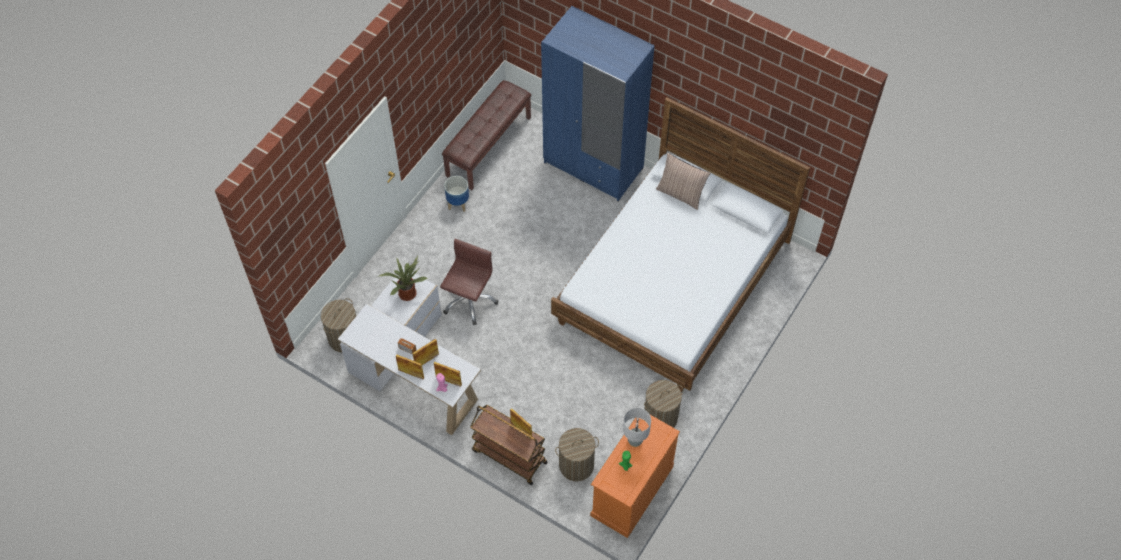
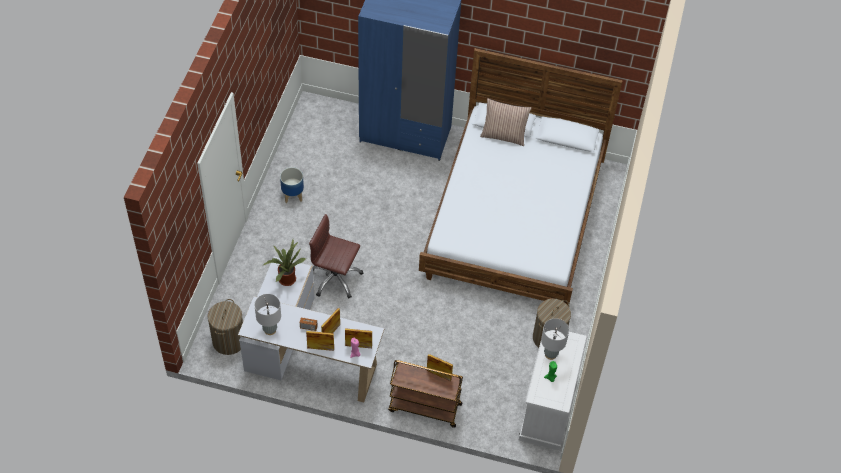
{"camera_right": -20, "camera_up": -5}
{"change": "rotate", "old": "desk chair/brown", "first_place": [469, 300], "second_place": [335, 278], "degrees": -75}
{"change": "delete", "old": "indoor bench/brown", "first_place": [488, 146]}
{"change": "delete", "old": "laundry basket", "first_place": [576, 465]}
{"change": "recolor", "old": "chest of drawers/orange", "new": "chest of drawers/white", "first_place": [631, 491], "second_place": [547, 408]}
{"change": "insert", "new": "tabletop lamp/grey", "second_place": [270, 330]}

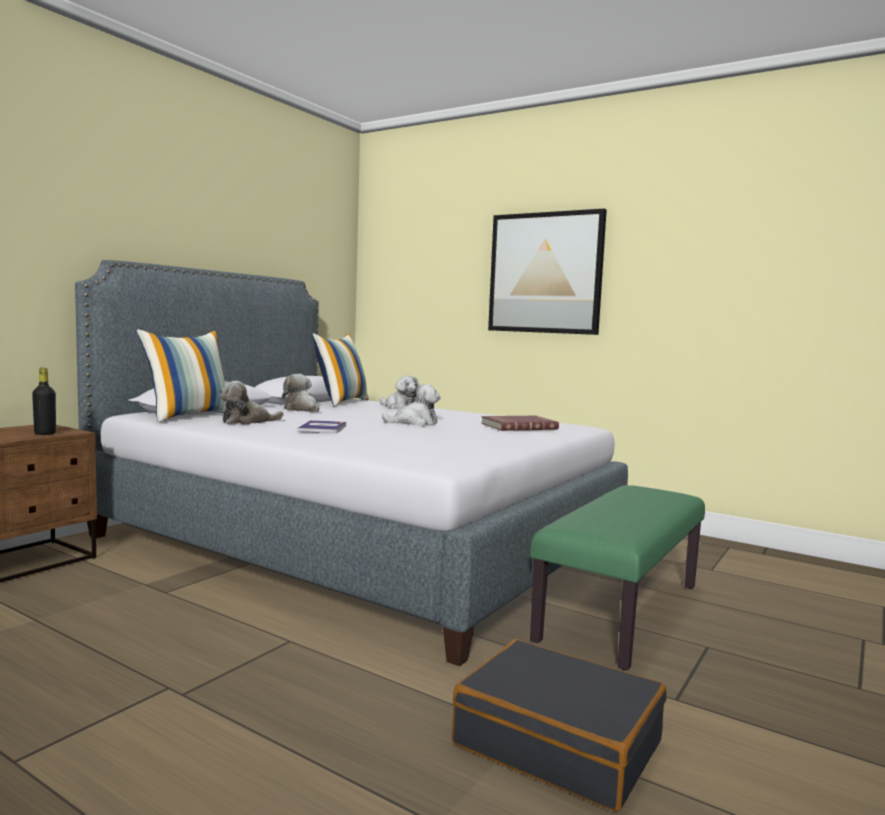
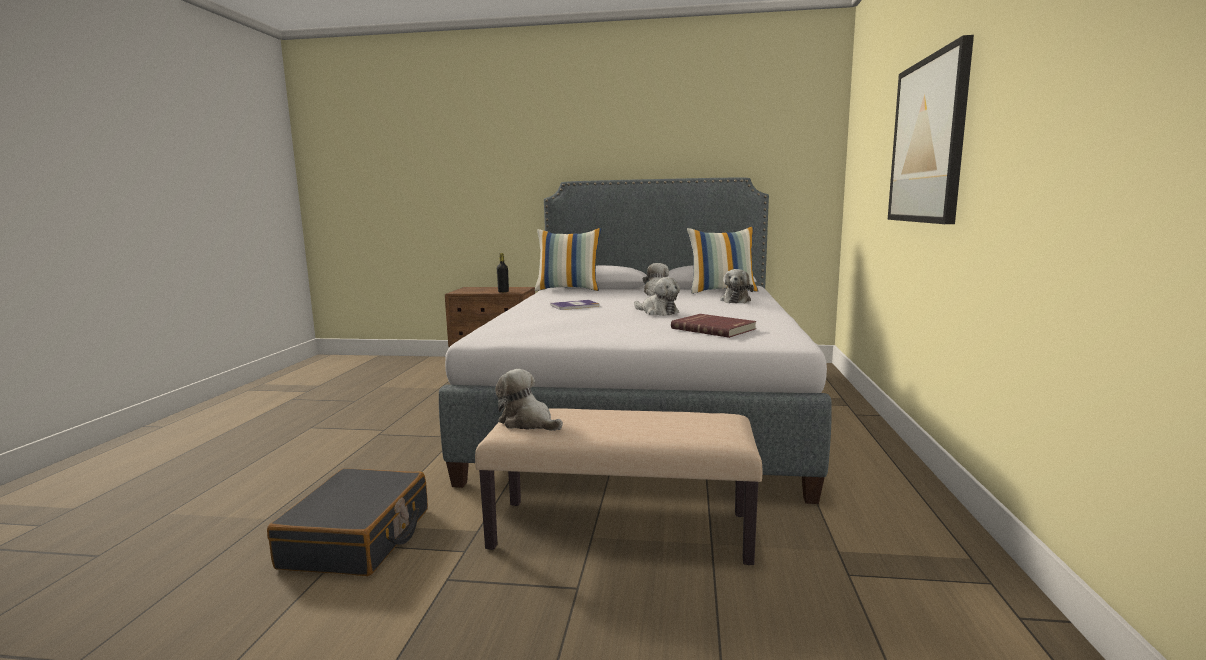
{"camera_right": 65, "camera_up": 5}
{"change": "move", "old": "cuddly toy", "first_place": [247, 421], "second_place": [528, 422]}
{"change": "recolor", "old": "indoor bench/greenish", "new": "indoor bench/sand-coloured", "first_place": [619, 611], "second_place": [622, 530]}

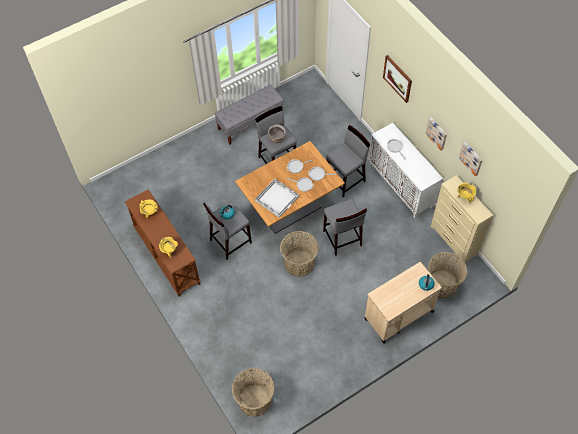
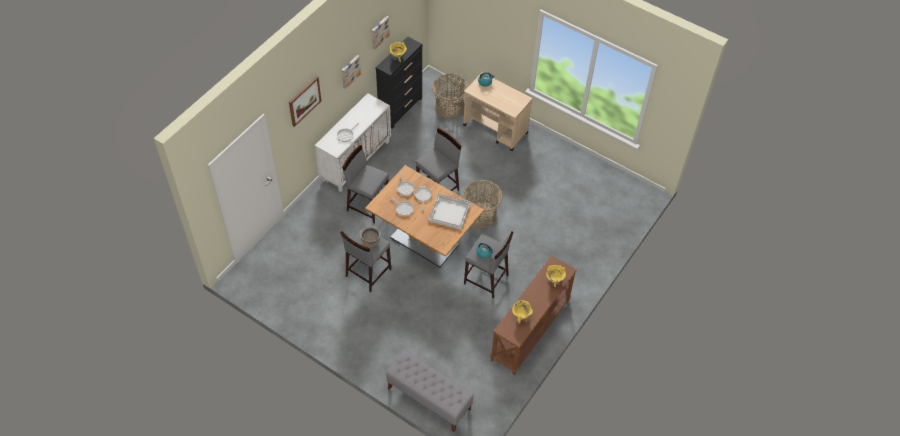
{"camera_right": -115, "camera_up": -5}
{"change": "move", "old": "indoor bench/grey", "first_place": [250, 123], "second_place": [429, 399]}
{"change": "delete", "old": "basket", "first_place": [254, 400]}
{"change": "recolor", "old": "chest of drawers/sand-coloured", "new": "chest of drawers/black", "first_place": [453, 241], "second_place": [401, 109]}

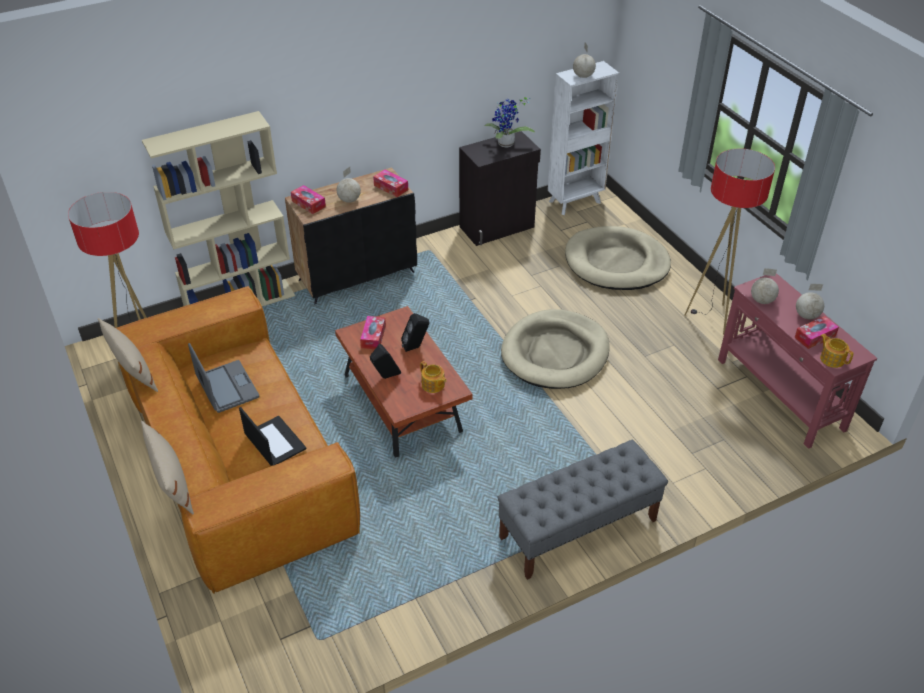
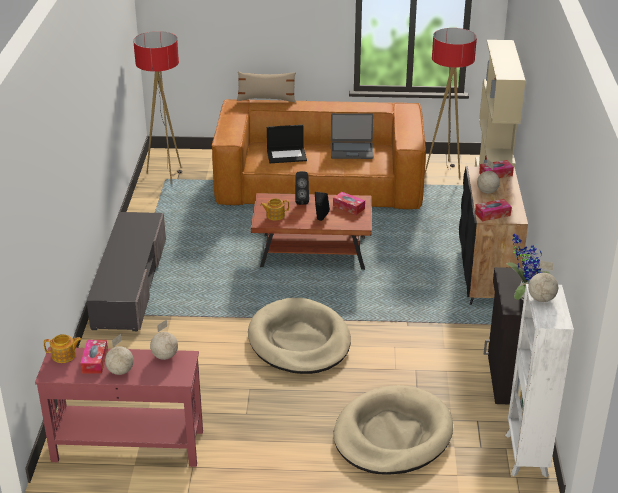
{"camera_right": 120, "camera_up": -10}
{"change": "delete", "old": "pillow/sand-coloured", "first_place": [132, 369]}
{"change": "replace", "old": "indoor bench/grey", "new": "media console/grey", "first_place": [577, 529], "second_place": [130, 283]}
{"change": "move", "old": "standard lamp", "first_place": [710, 318], "second_place": [166, 175]}

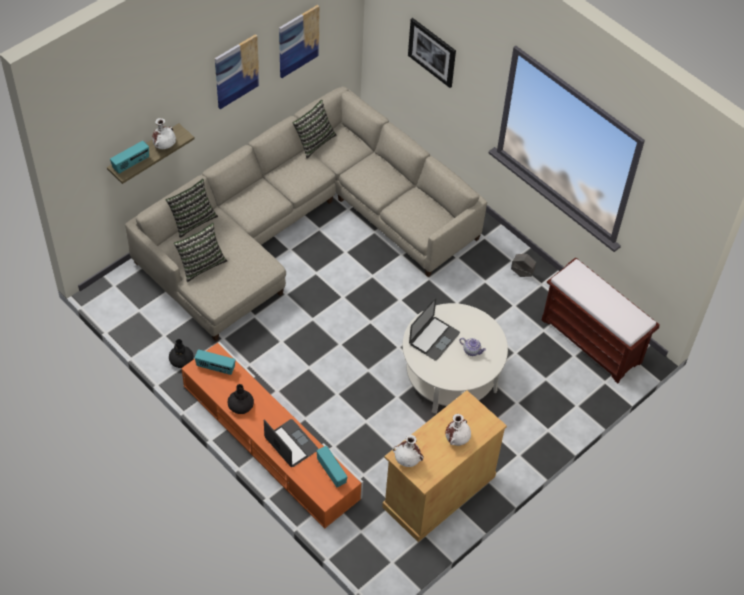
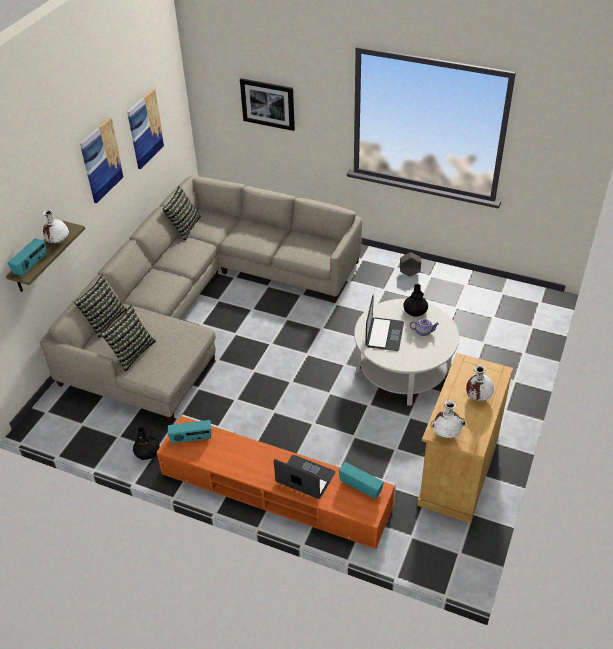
{"camera_right": -20, "camera_up": -10}
{"change": "move", "old": "decorative vase/black", "first_place": [241, 405], "second_place": [415, 310]}
{"change": "delete", "old": "indoor bench/brown", "first_place": [592, 341]}

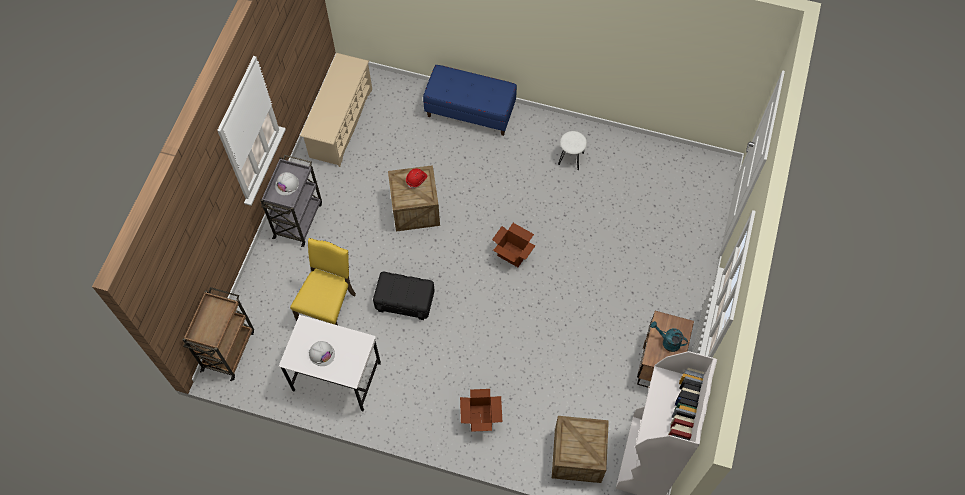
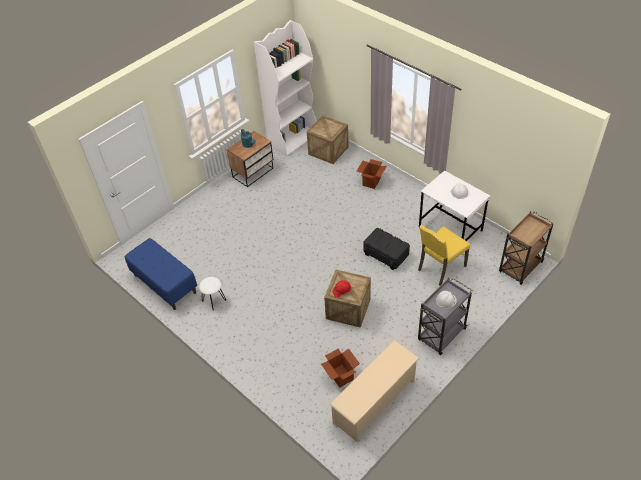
{"camera_right": -150, "camera_up": -15}
{"change": "move", "old": "indoor bench/bluish", "first_place": [470, 112], "second_place": [164, 284]}
{"change": "move", "old": "carton", "first_place": [513, 254], "second_place": [341, 375]}

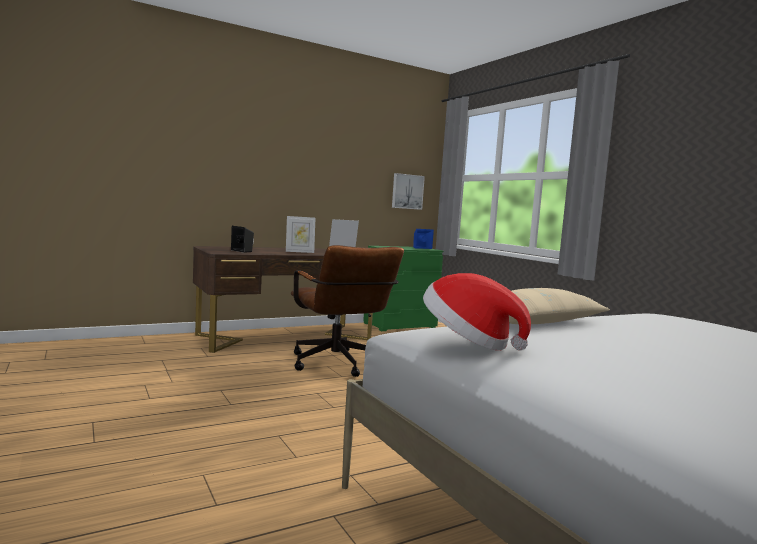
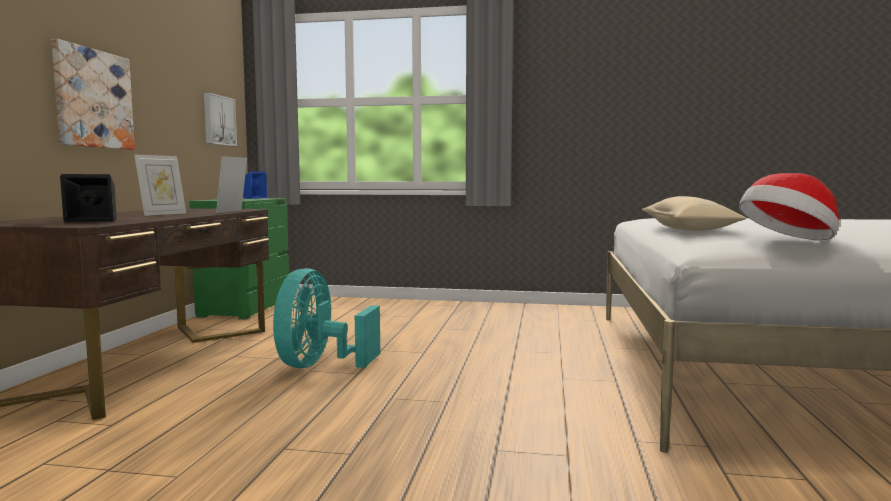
{"camera_right": -50, "camera_up": 0}
{"change": "replace", "old": "desk chair/brown", "new": "fan/blue-green", "first_place": [338, 365], "second_place": [319, 365]}
{"change": "insert", "new": "picture", "second_place": [93, 99]}

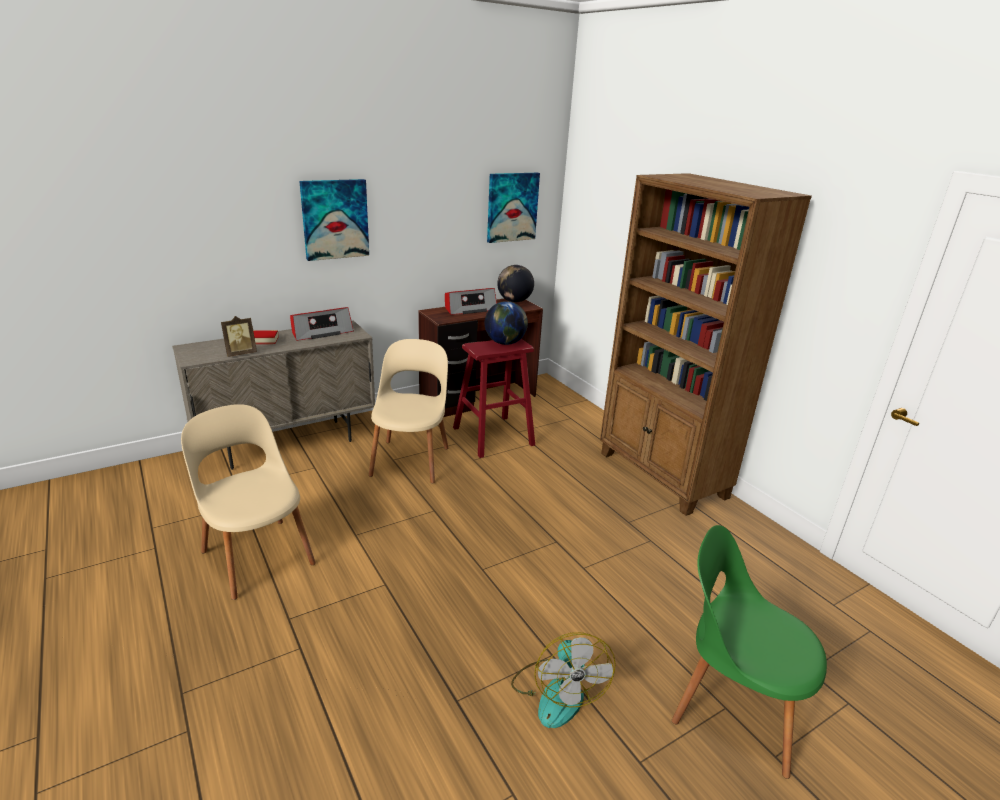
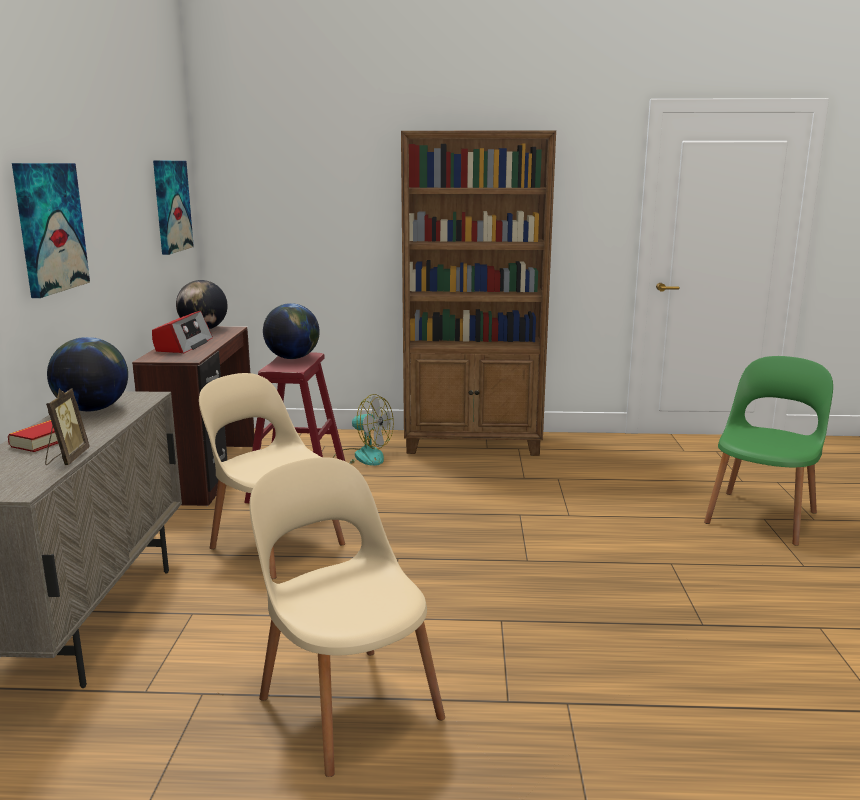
{"camera_right": -55, "camera_up": -10}
{"change": "rotate", "old": "upright chair/sand-coloured", "first_place": [257, 554], "second_place": [347, 702], "degrees": 60}
{"change": "replace", "old": "radio receiver", "new": "globe", "first_place": [321, 332], "second_place": [92, 409]}
{"change": "move", "old": "fan", "first_place": [557, 692], "second_place": [362, 456]}
{"change": "rotate", "old": "upright chair/greenish", "first_place": [732, 705], "second_place": [762, 515], "degrees": 150}

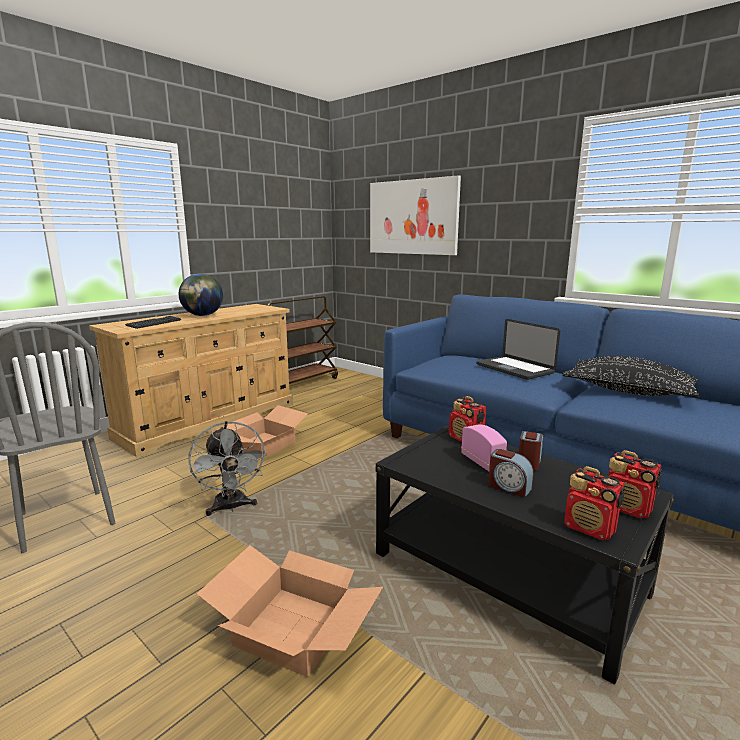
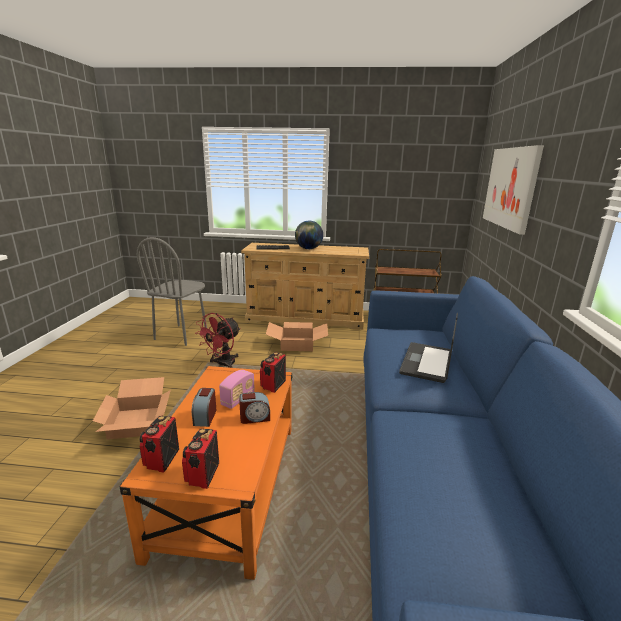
{"camera_right": 55, "camera_up": 5}
{"change": "recolor", "old": "fan/grey", "new": "fan/reddish", "first_place": [231, 507], "second_place": [222, 364]}
{"change": "recolor", "old": "lounge table/black", "new": "lounge table/orange", "first_place": [506, 573], "second_place": [229, 485]}
{"change": "delete", "old": "pillow/black", "first_place": [629, 391]}

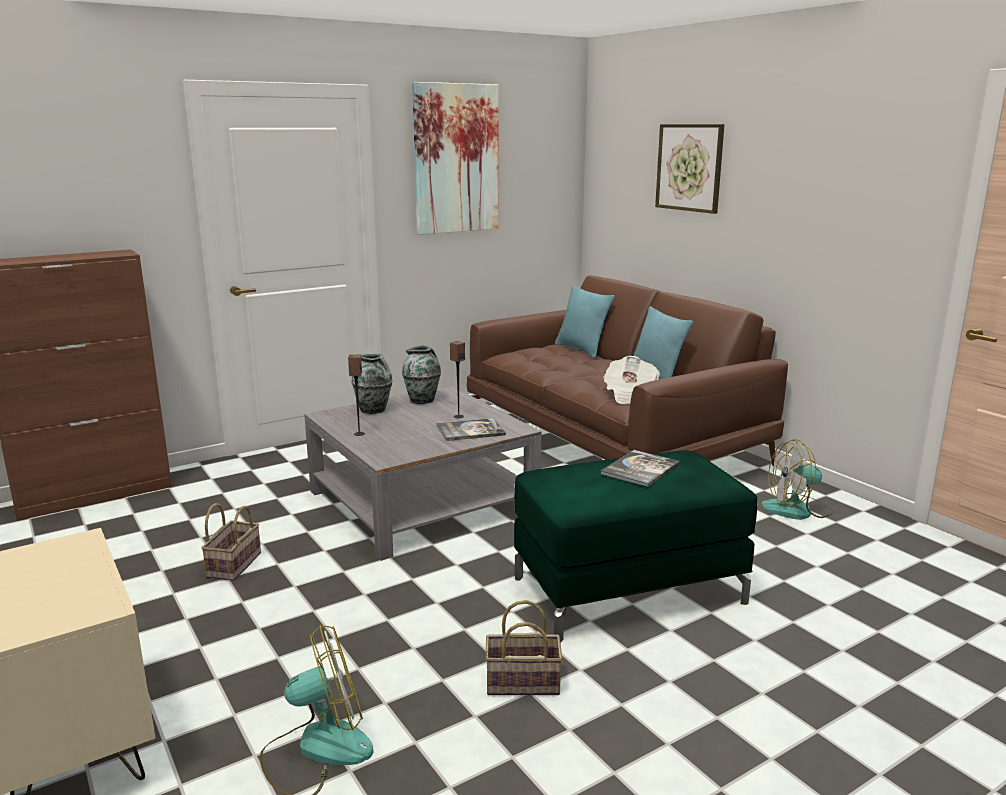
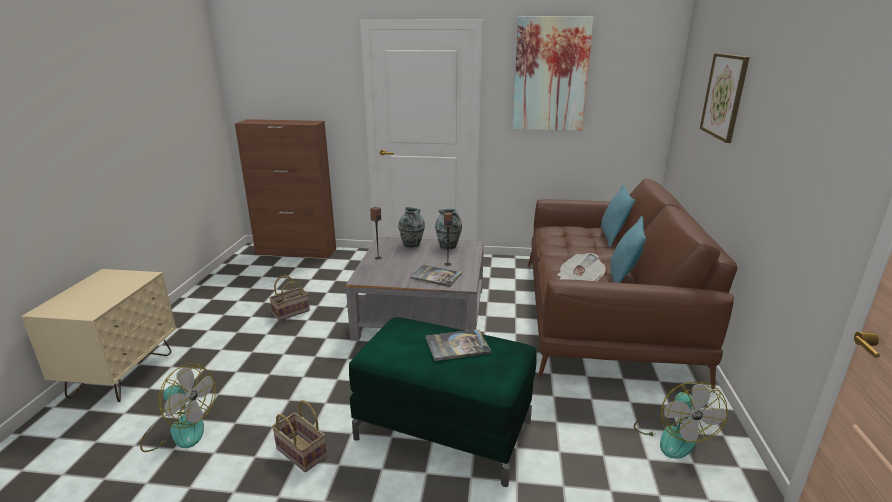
{"camera_right": 40, "camera_up": 5}
{"change": "rotate", "old": "fan", "first_place": [797, 510], "second_place": [672, 435], "degrees": -120}

